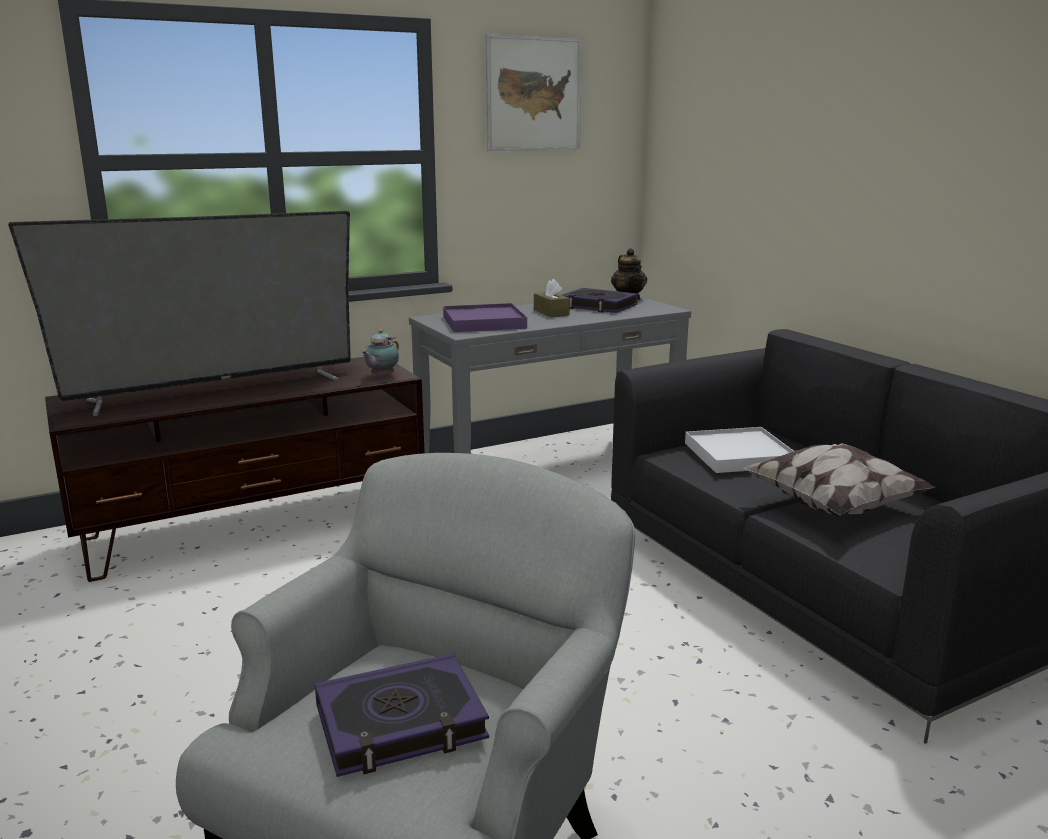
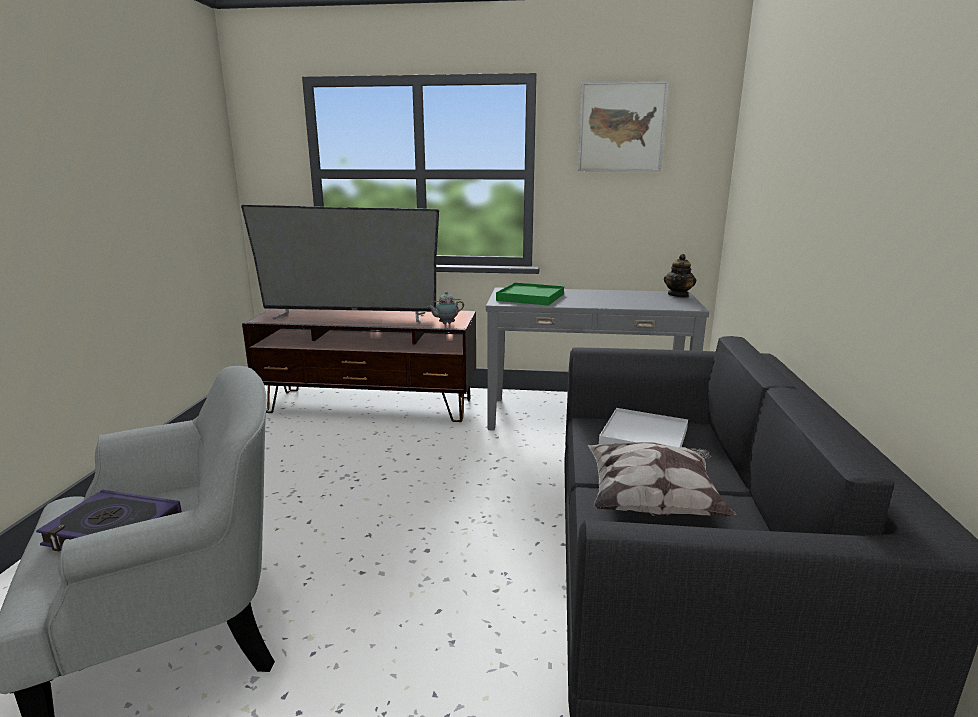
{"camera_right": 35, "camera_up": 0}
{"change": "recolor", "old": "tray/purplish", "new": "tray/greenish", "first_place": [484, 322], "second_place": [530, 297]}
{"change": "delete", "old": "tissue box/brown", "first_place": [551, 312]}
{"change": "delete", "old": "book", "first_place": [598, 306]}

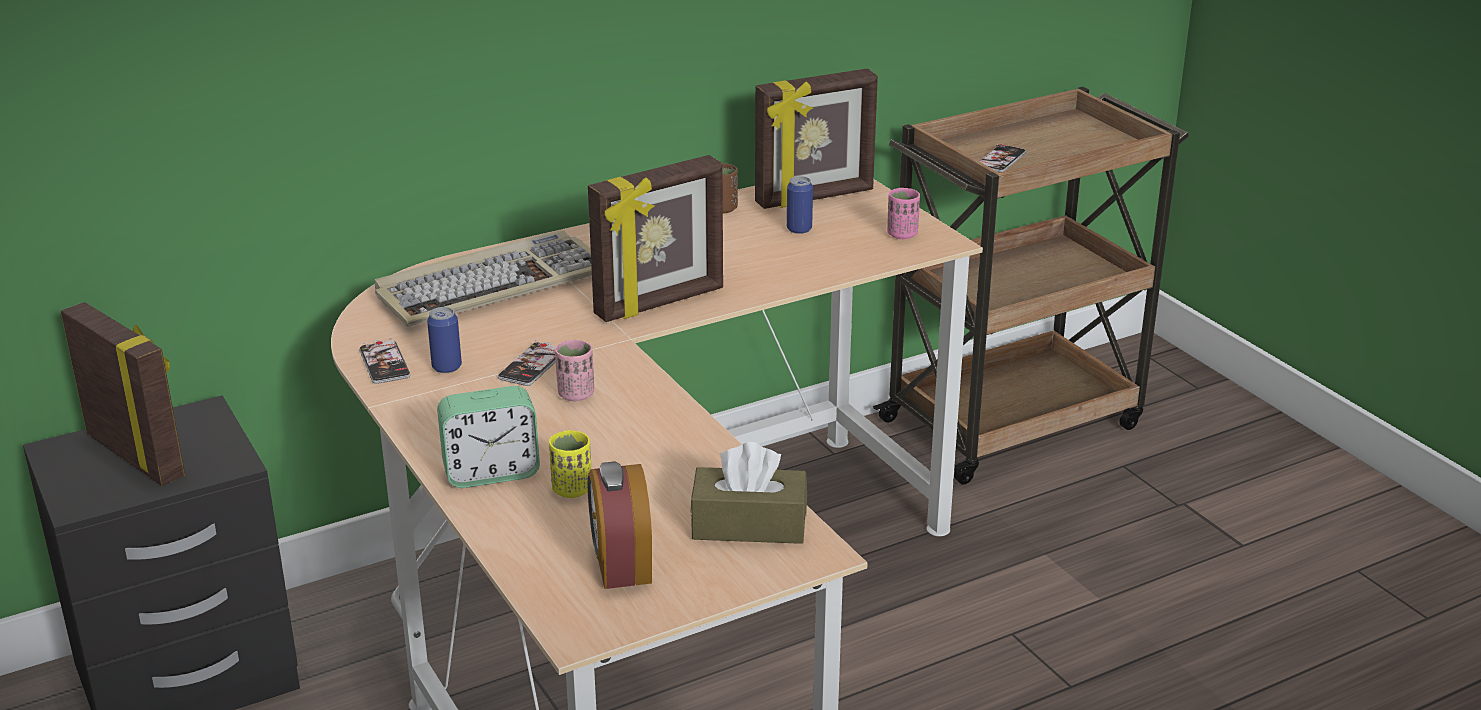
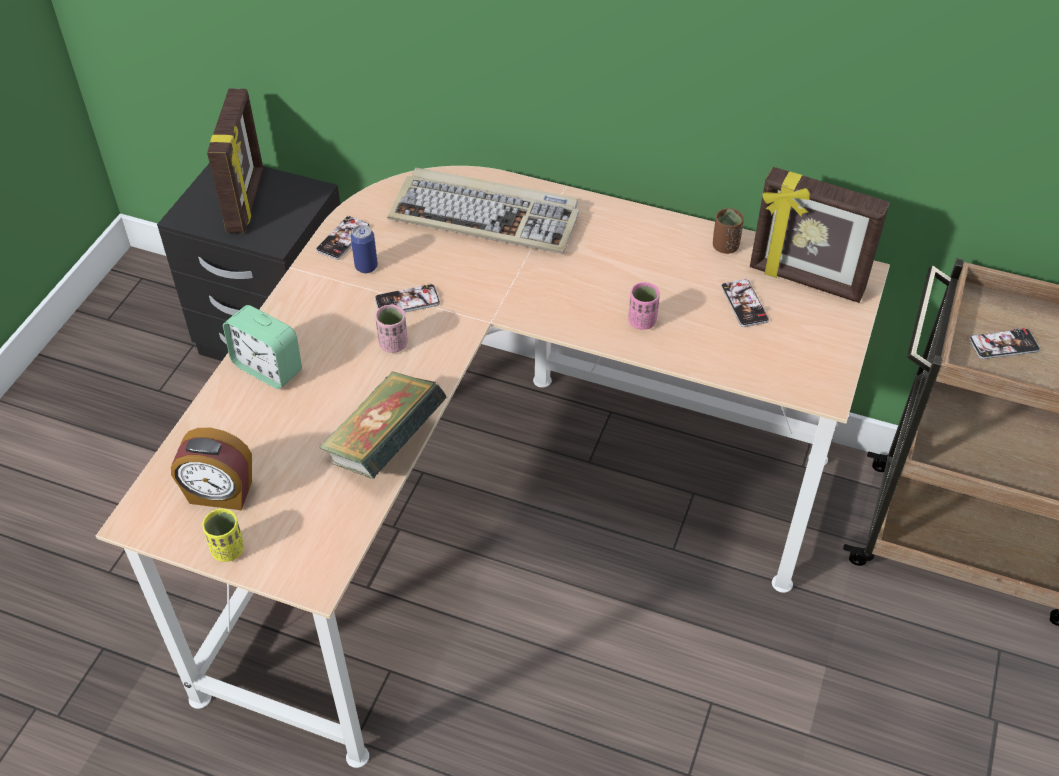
{"camera_right": 50, "camera_up": 20}
{"change": "move", "old": "drinking cup/yellowish", "first_place": [572, 490], "second_place": [228, 550]}
{"change": "rotate", "old": "alarm clock", "first_place": [620, 565], "second_place": [220, 494], "degrees": -120}
{"change": "delete", "old": "photo frame", "first_place": [660, 303]}
{"change": "delete", "old": "tissue box/brown", "first_place": [749, 525]}
{"change": "replace", "old": "sealed can", "new": "handset", "first_place": [799, 229], "second_place": [744, 304]}
{"change": "move", "old": "drinking cup/pinkish", "first_place": [902, 234], "second_place": [642, 321]}
{"change": "insert", "new": "book", "second_place": [386, 447]}

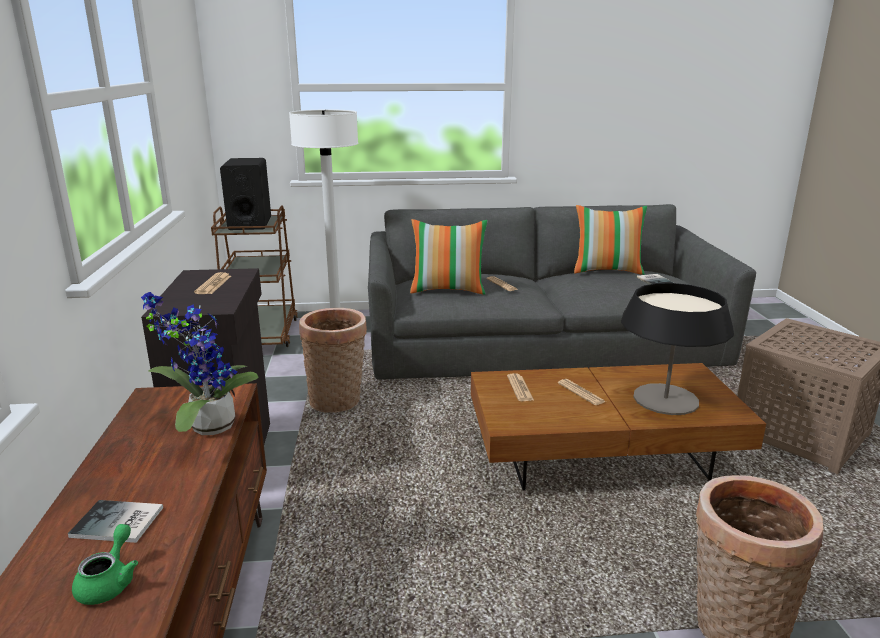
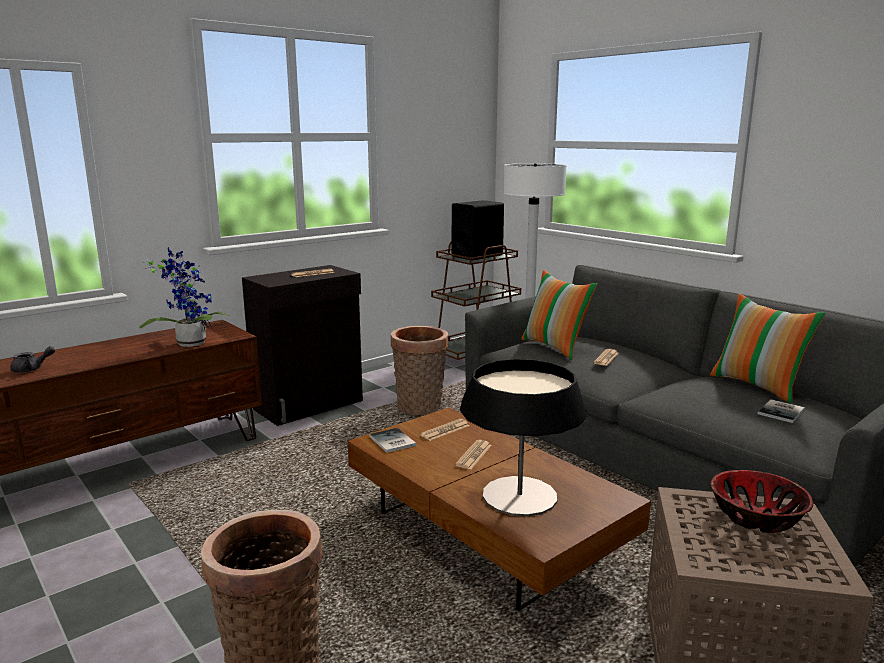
{"camera_right": 55, "camera_up": -5}
{"change": "move", "old": "book", "first_place": [118, 524], "second_place": [391, 442]}
{"change": "recolor", "old": "teapot/greenish", "new": "teapot/grey", "first_place": [110, 582], "second_place": [32, 369]}
{"change": "insert", "new": "deep dish", "second_place": [755, 517]}

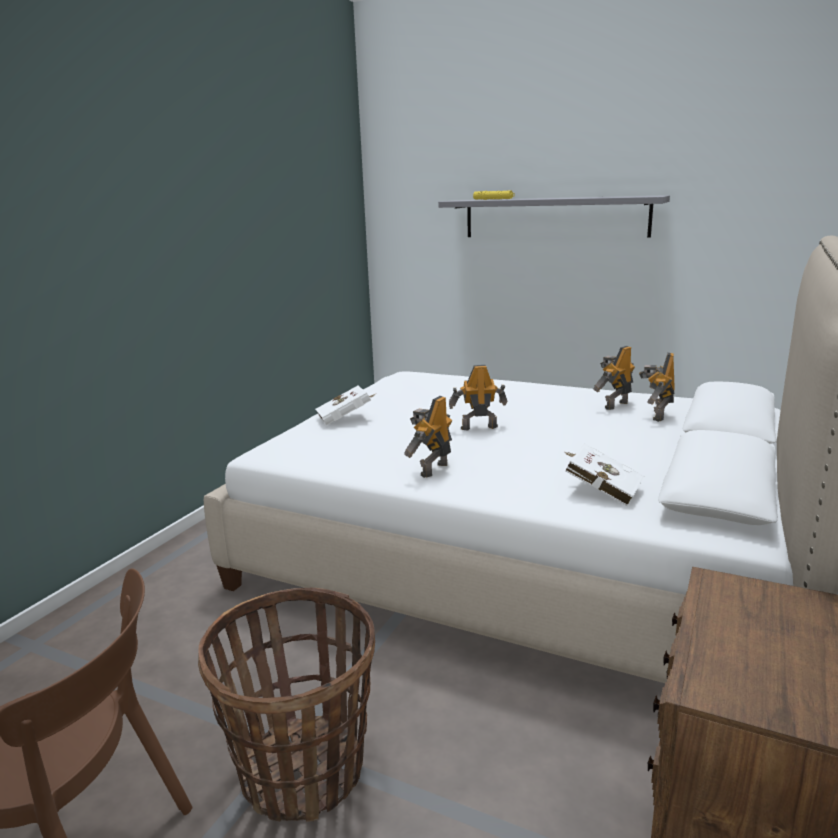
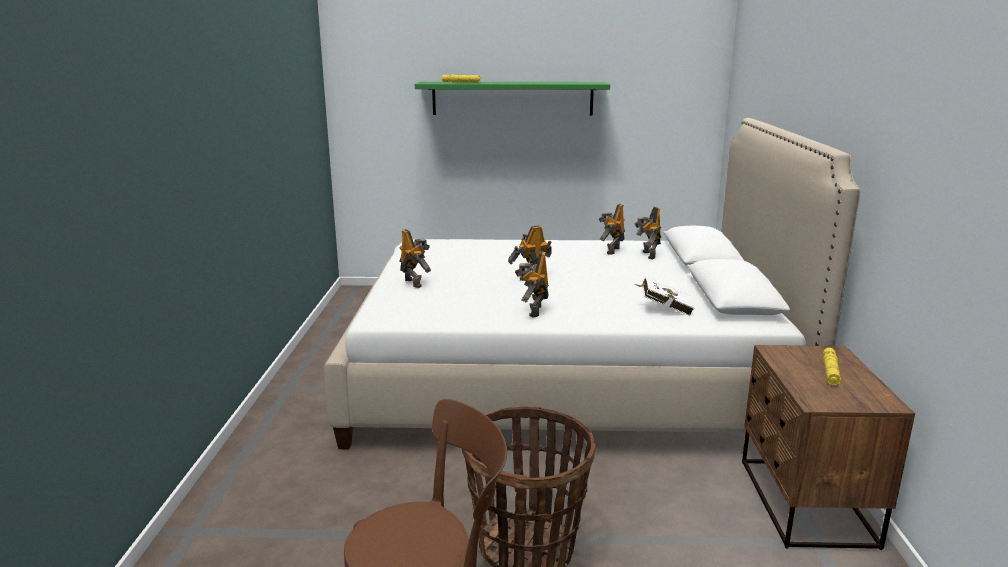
{"camera_right": -25, "camera_up": 0}
{"change": "replace", "old": "book/white", "new": "robot figure", "first_place": [346, 419], "second_place": [414, 283]}
{"change": "recolor", "old": "shelf/grey", "new": "shelf/greenish", "first_place": [554, 217], "second_place": [512, 98]}
{"change": "insert", "new": "flashlight/yellowish", "second_place": [830, 372]}

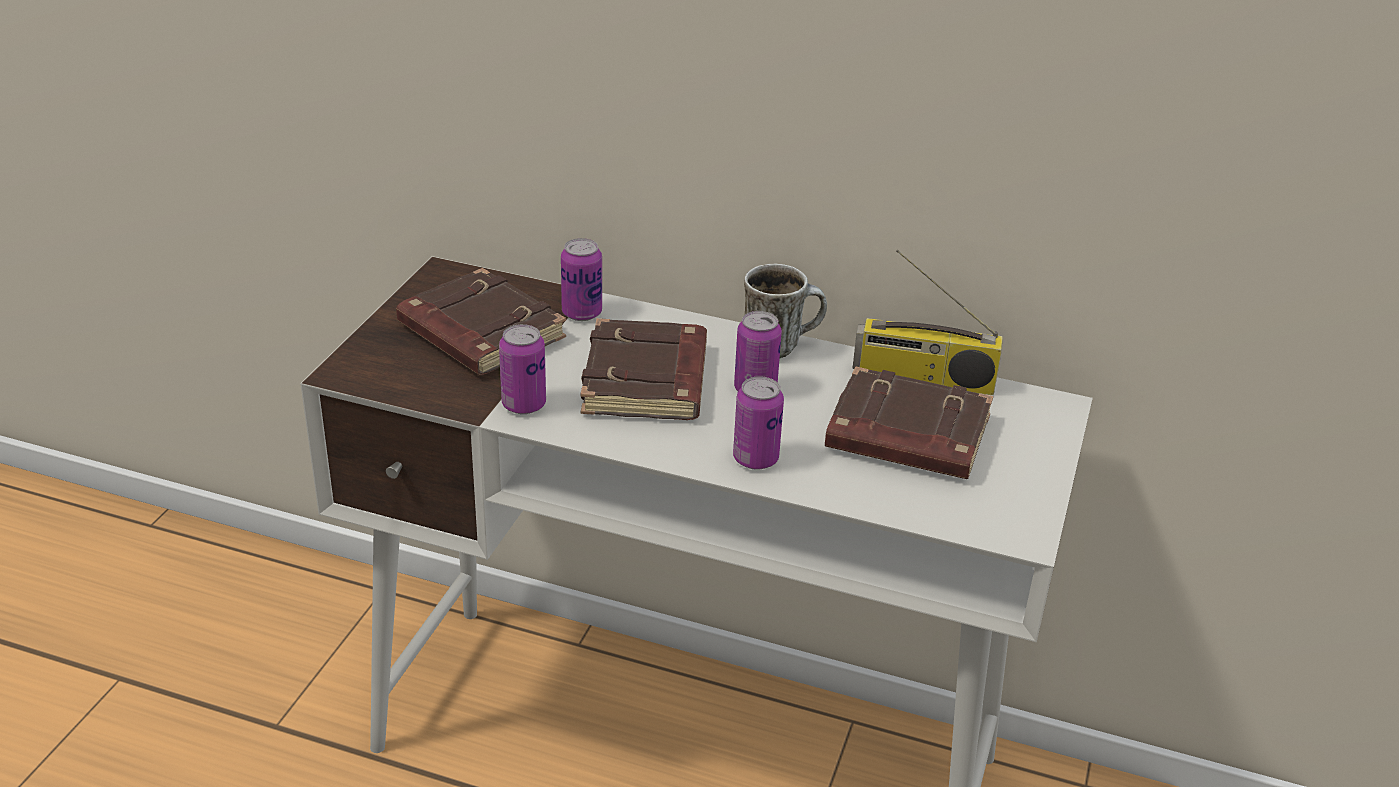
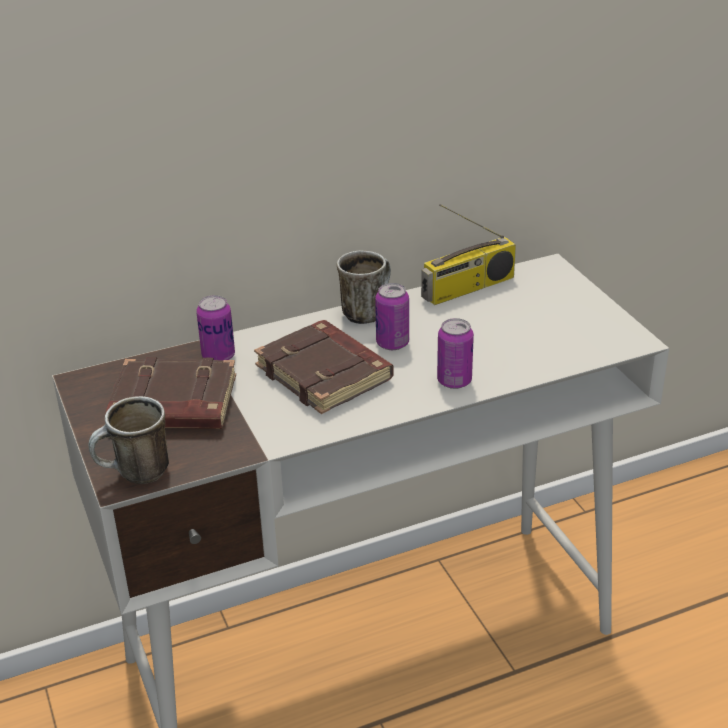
{"camera_right": -40, "camera_up": 0}
{"change": "delete", "old": "sealed can", "first_place": [524, 404]}
{"change": "delete", "old": "book/brown", "first_place": [905, 436]}
{"change": "insert", "new": "coffee mug", "second_place": [135, 475]}

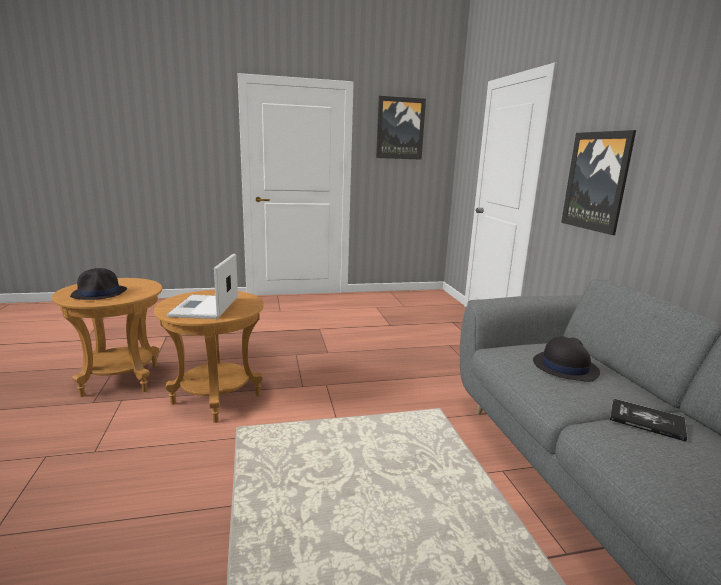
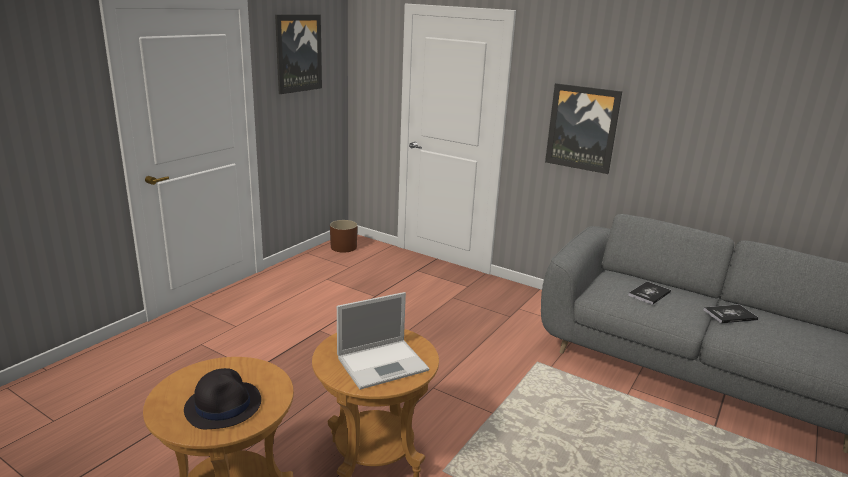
{"camera_right": -45, "camera_up": 5}
{"change": "rotate", "old": "laptop", "first_place": [205, 308], "second_place": [384, 363], "degrees": -75}
{"change": "replace", "old": "wearable hat/black", "new": "book", "first_place": [564, 367], "second_place": [649, 294]}
{"change": "insert", "new": "flower pot/brown", "second_place": [343, 247]}

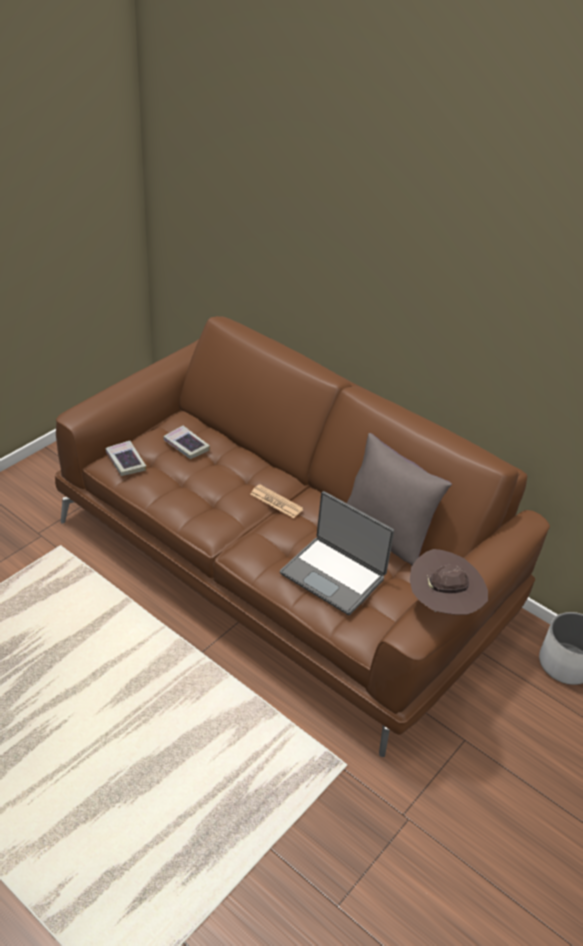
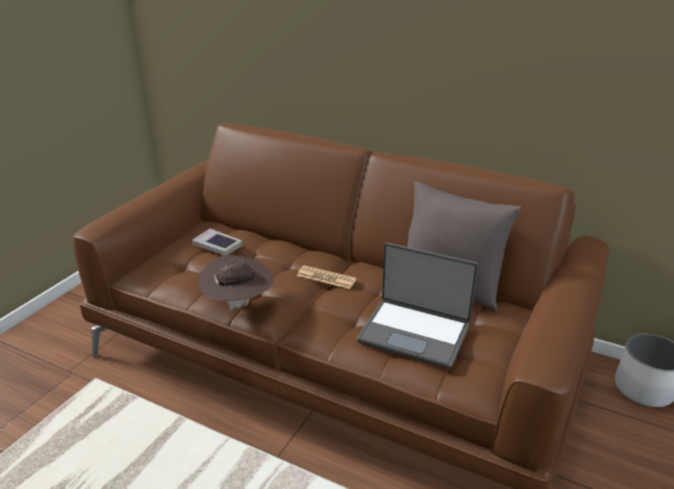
{"camera_right": -10, "camera_up": -10}
{"change": "delete", "old": "book", "first_place": [125, 461]}
{"change": "move", "old": "wearable hat/brown", "first_place": [443, 605], "second_place": [239, 304]}

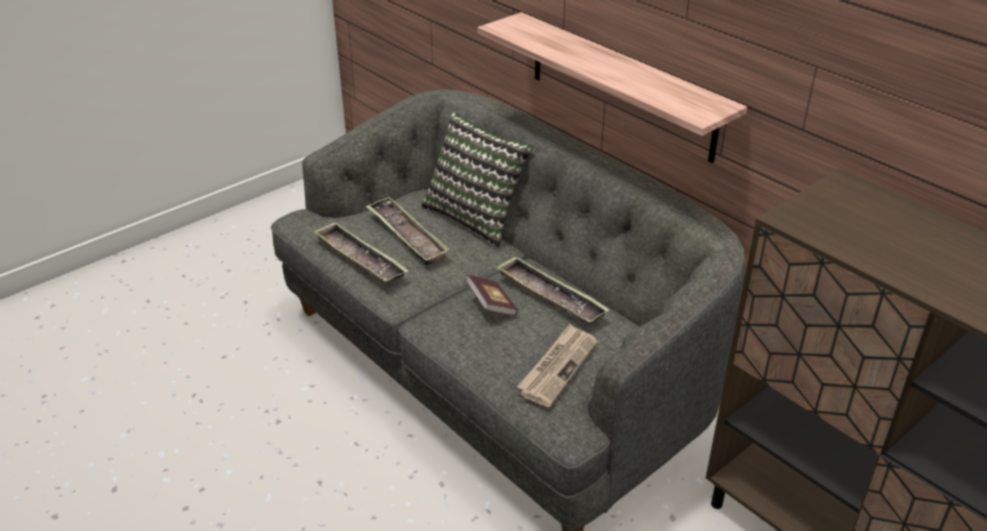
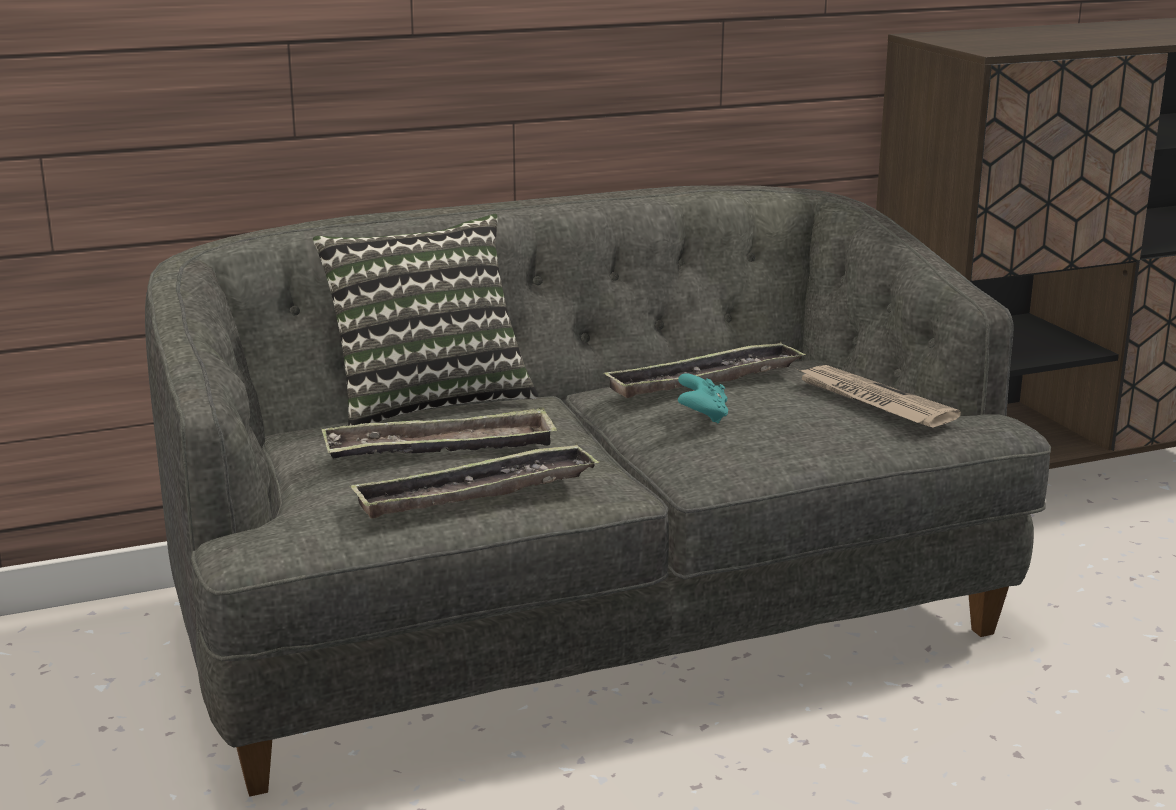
{"camera_right": -70, "camera_up": -15}
{"change": "replace", "old": "book", "new": "game controller/blue-green", "first_place": [491, 305], "second_place": [702, 416]}
{"change": "delete", "old": "shelf", "first_place": [621, 86]}

